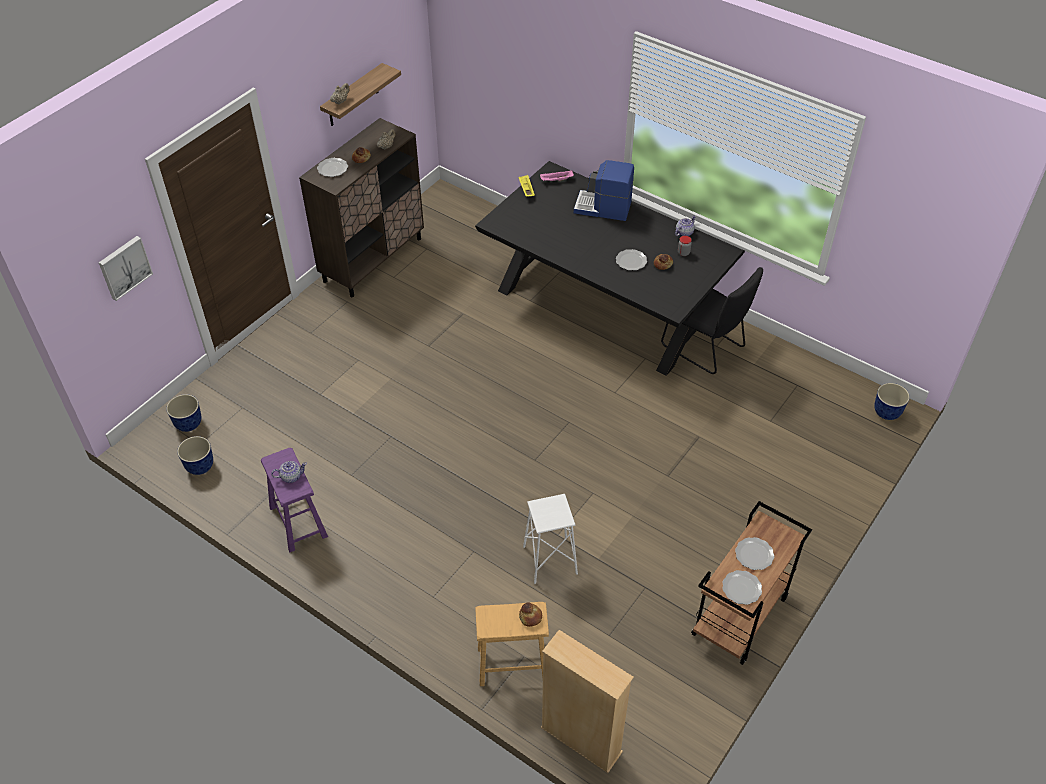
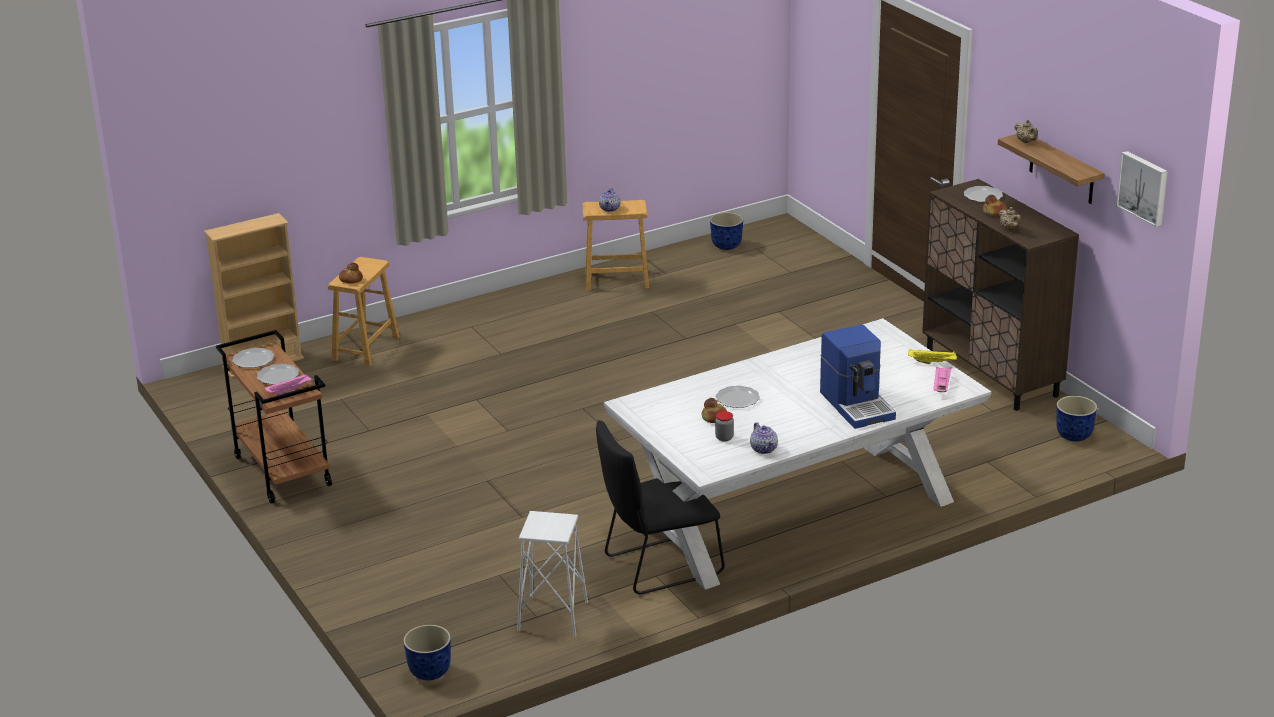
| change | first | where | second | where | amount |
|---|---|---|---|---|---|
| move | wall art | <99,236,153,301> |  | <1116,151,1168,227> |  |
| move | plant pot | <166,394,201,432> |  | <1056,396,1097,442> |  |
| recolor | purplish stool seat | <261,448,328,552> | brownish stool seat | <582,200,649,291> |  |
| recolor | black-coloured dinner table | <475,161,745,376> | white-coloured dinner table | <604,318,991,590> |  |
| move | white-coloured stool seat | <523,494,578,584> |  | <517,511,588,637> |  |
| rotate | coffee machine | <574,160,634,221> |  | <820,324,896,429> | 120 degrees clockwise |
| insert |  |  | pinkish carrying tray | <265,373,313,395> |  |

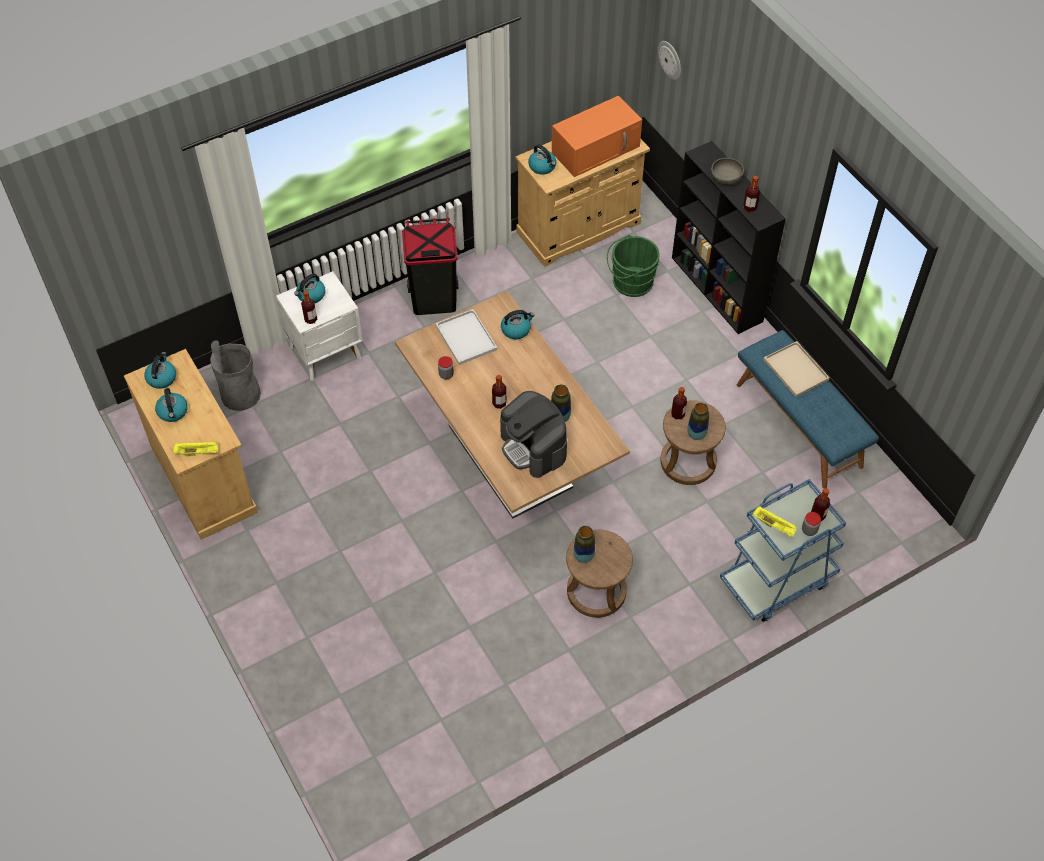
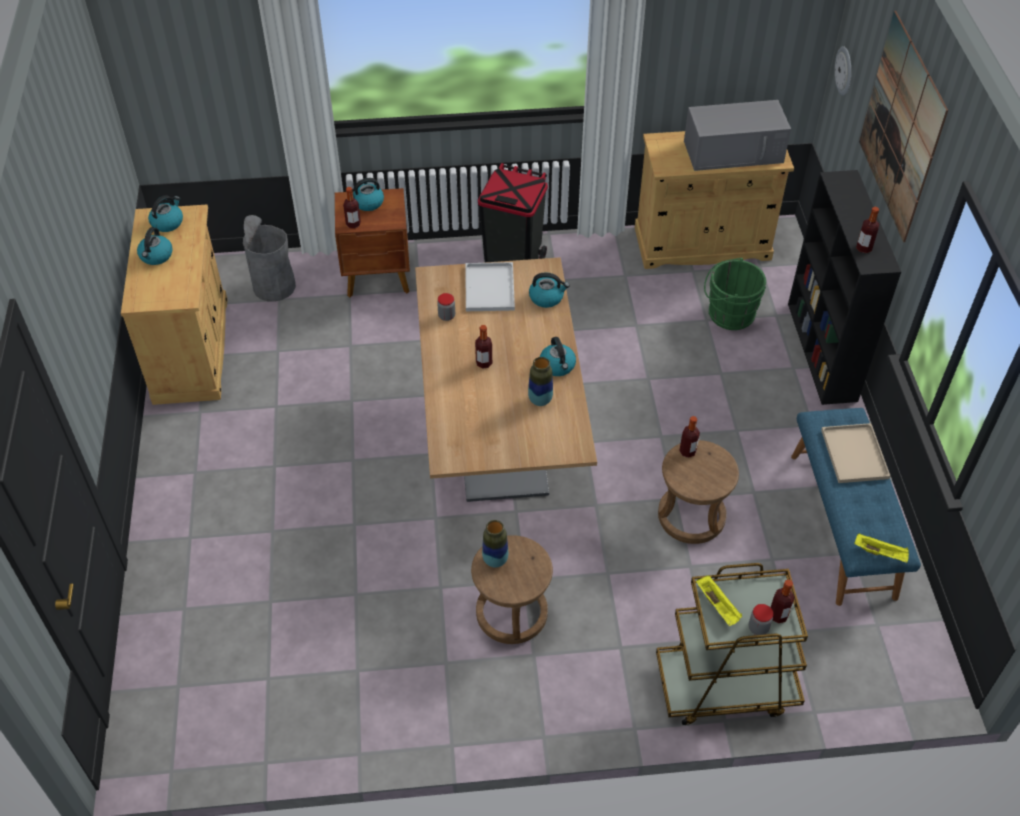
| change | first | where | second | where | amount |
|---|---|---|---|---|---|
| move | yellowish carrying tray | <173,441,218,456> |  | <854,533,909,563> |  |
| recolor | white-coloured nightstand | <276,271,363,381> | brownish nightstand | <335,188,410,297> |  |
| delete | coffee machine | <500,391,567,478> |  |  |  |
| move | kettle | <528,144,556,175> |  | <540,337,576,376> |  |
| recolor | orange-coloured microwave | <552,96,642,177> | greyish microwave | <684,100,791,171> |  |
| delete | decorative vase | <687,403,709,440> |  |  |  |
| delete | greyish serving bowl | <711,158,744,185> |  |  |  |
| recolor | blue-coloured wheeled cart | <720,479,846,622> | brownish wheeled cart | <656,563,808,725> |  |
| insert |  |  | wall art | <859,11,948,242> |  |

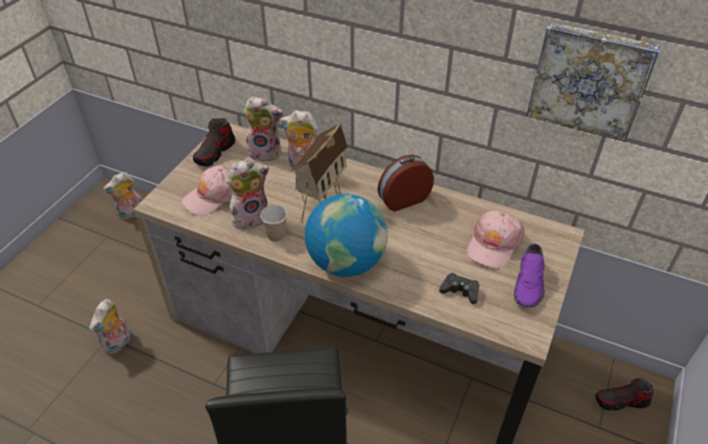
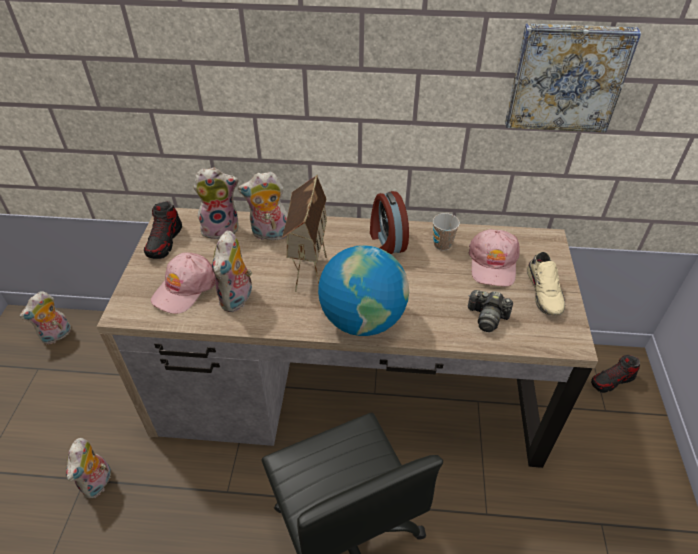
| change | first | where | second | where | amount |
|---|---|---|---|---|---|
| rotate | plush toy | <227,160,269,229> |  | <212,231,254,312> | 150 degrees clockwise |
| move | cup | <260,205,287,242> |  | <433,213,460,251> |  |
| rotate | bedside clock | <377,155,434,211> |  | <370,191,409,254> | 60 degrees counterclockwise |
| replace | black-coloured joypad | <439,273,479,304> | photo camera | <468,290,513,332> |  |
| recolor | purplish low shoe | <514,244,545,308> | beige low shoe | <527,252,565,315> |  |

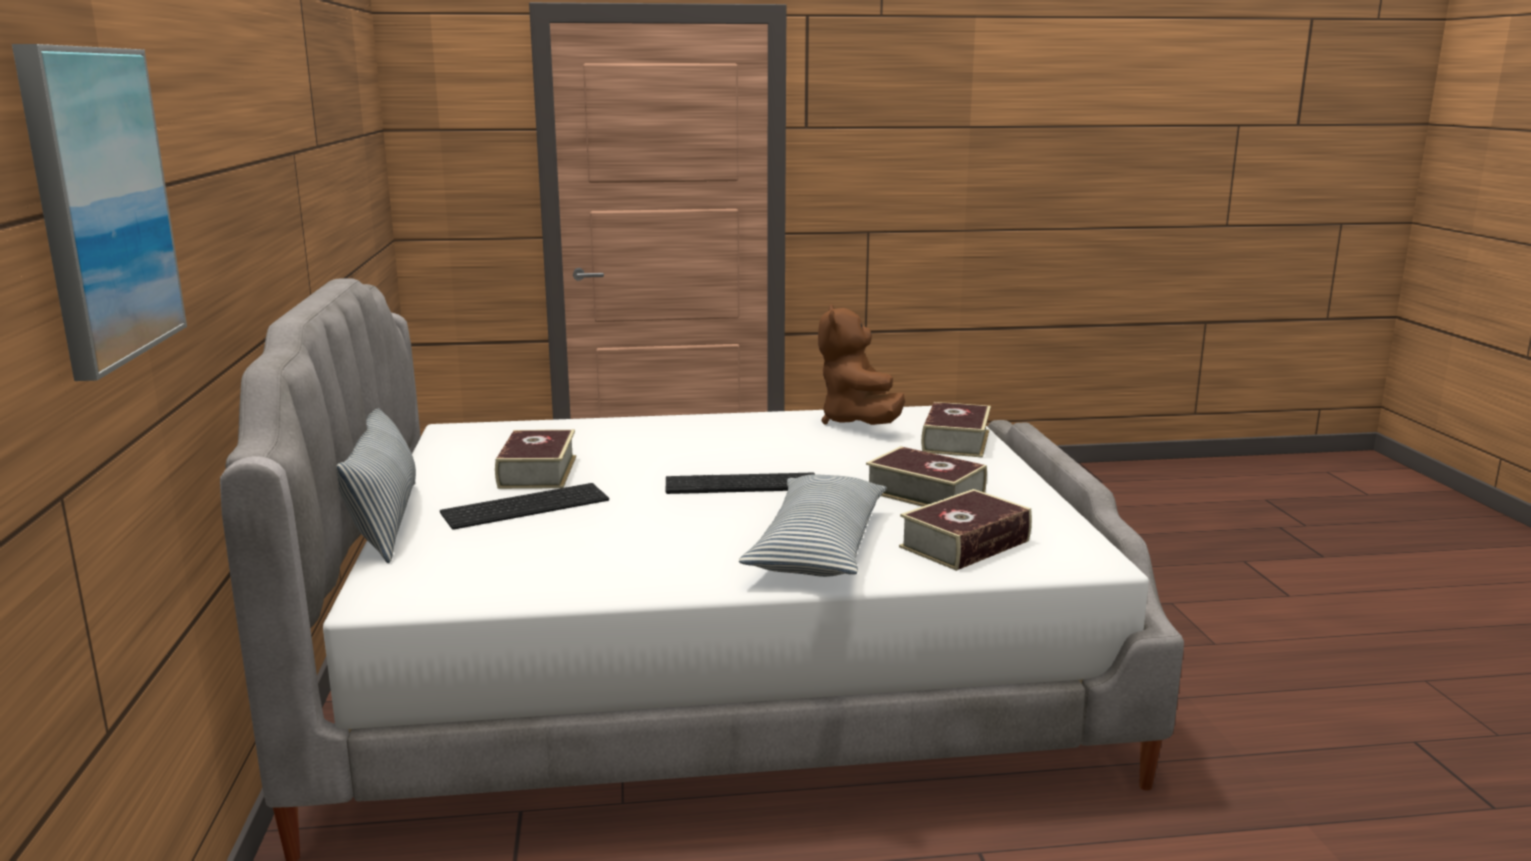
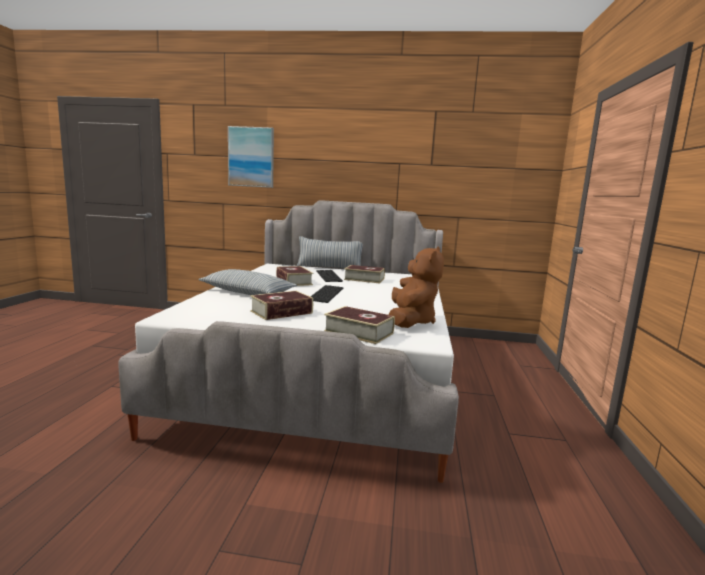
| change | first | where | second | where | amount |
|---|---|---|---|---|---|
| rotate | brownish plush toy | <818,305,905,425> |  | <389,246,444,328> | 90 degrees clockwise |
| move | volume | <899,489,1032,571> |  | <276,266,313,286> |  |

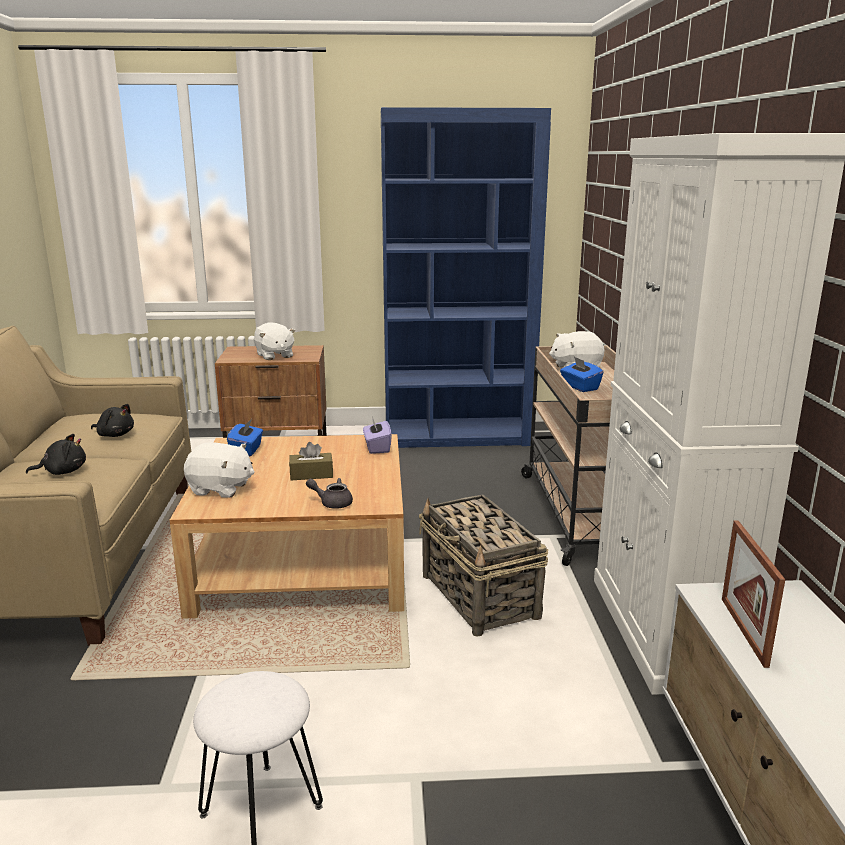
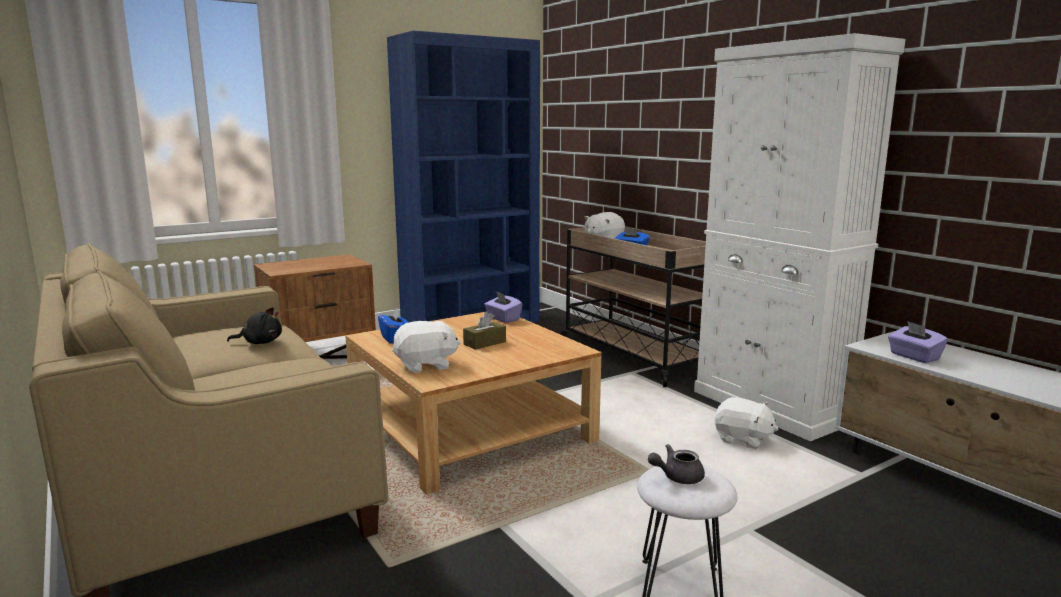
| change | first | where | second | where | amount |
|---|---|---|---|---|---|
| delete | black-coloured plush toy | <26,434,86,475> |  |  |  |
| move | white-coloured plush toy | <254,322,296,360> |  | <715,397,778,449> |  |
| move | greyish teapot | <306,478,353,509> |  | <648,444,705,484> |  |
| delete | basket | <419,495,548,637> |  |  |  |
| replace | standing frame | <722,521,785,668> | purplish tissue box | <888,321,948,363> |  |

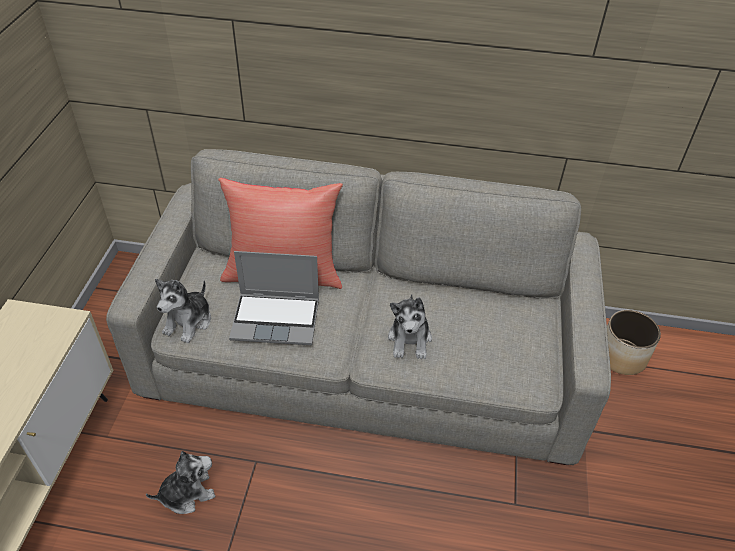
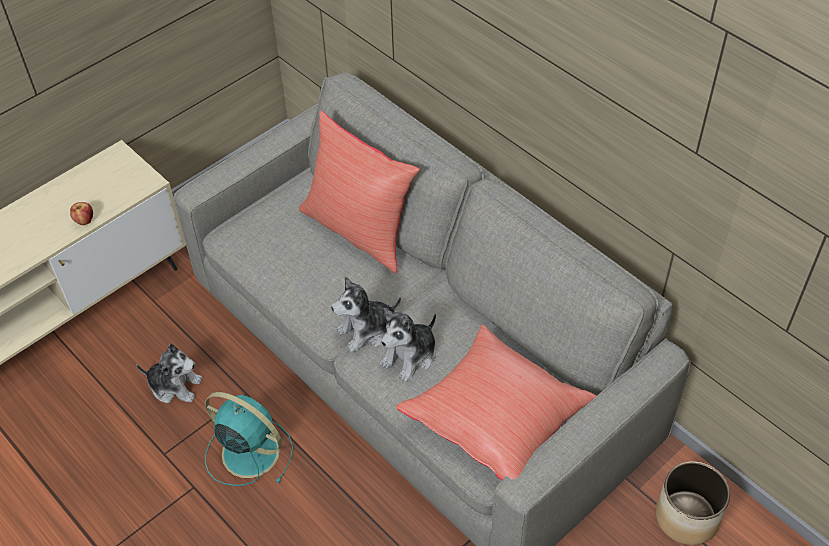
| change | first | where | second | where | amount |
|---|---|---|---|---|---|
| move | plush toy | <155,279,211,343> |  | <331,276,401,352> |  |
| delete | portable computer | <229,251,319,345> |  |  |  |
| insert |  |  | apple | <70,202,93,225> |  |
| insert |  |  | turquoise electric fan | <205,392,293,486> |  |
| insert |  |  | red-coloured throw pillow | <396,325,597,480> |  |

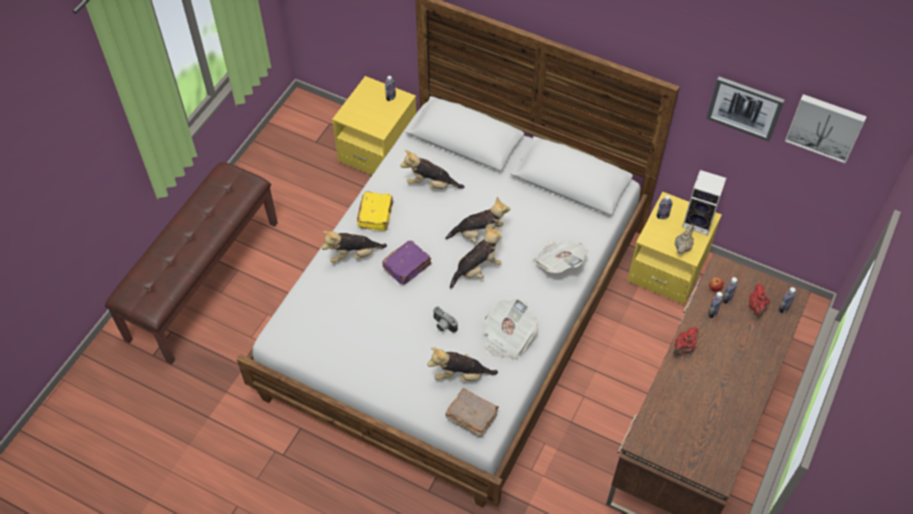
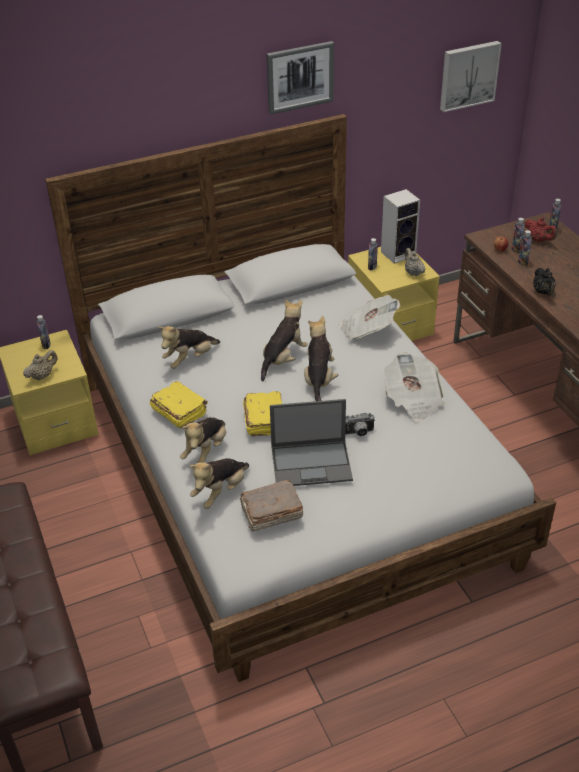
| change | first | where | second | where | amount |
|---|---|---|---|---|---|
| recolor | purplish volume | <382,240,431,285> | yellowish volume | <243,391,282,436> |  |
| move | plush toy | <427,347,498,382> |  | <189,458,249,509> |  |
| move | brownish volume | <445,388,499,437> |  | <240,479,303,532> |  |
| recolor | red-coloured teapot | <673,327,698,356> | black-coloured teapot | <533,268,556,295> |  |
| move | wall art | <706,76,784,141> |  | <267,41,334,115> |  |
| insert |  |  | beige teapot | <23,350,58,381> |  |
| insert |  |  | portable computer | <270,399,353,486> |  |

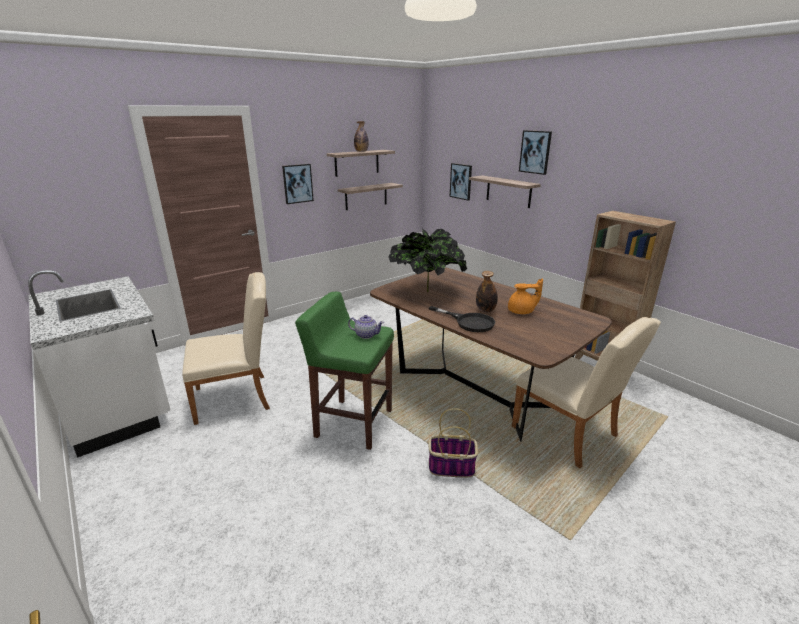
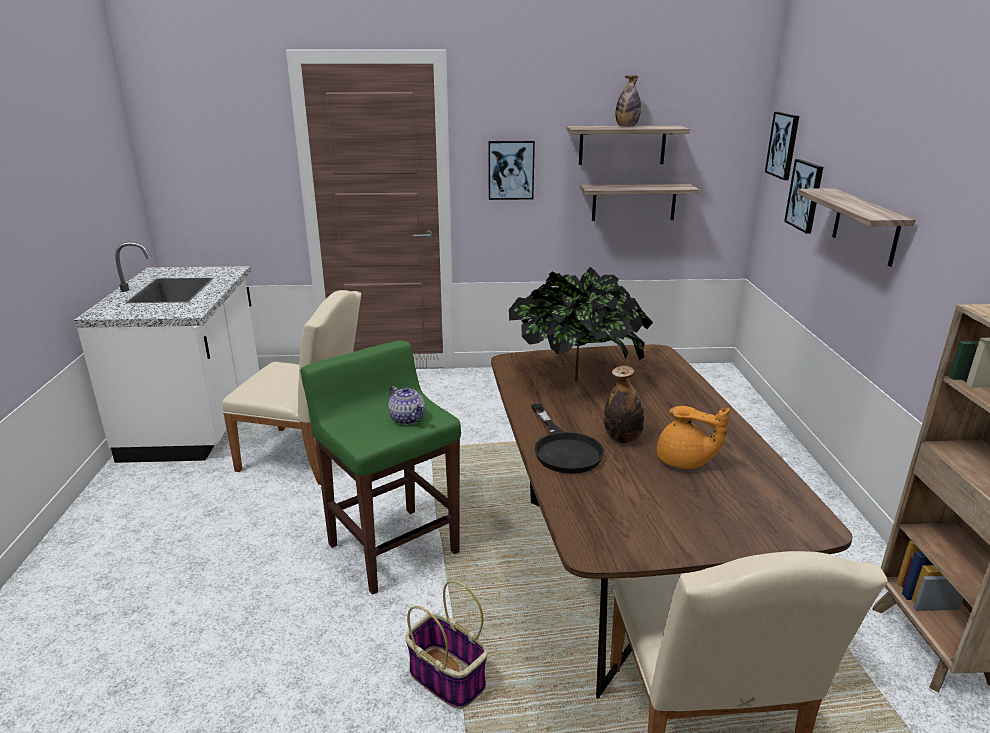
| change | first | where | second | where | amount |
|---|---|---|---|---|---|
| move | wall art | <519,130,552,175> |  | <765,112,799,180> |  |

